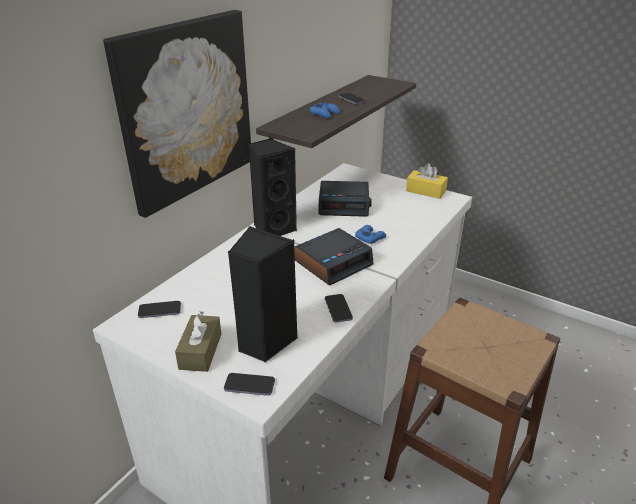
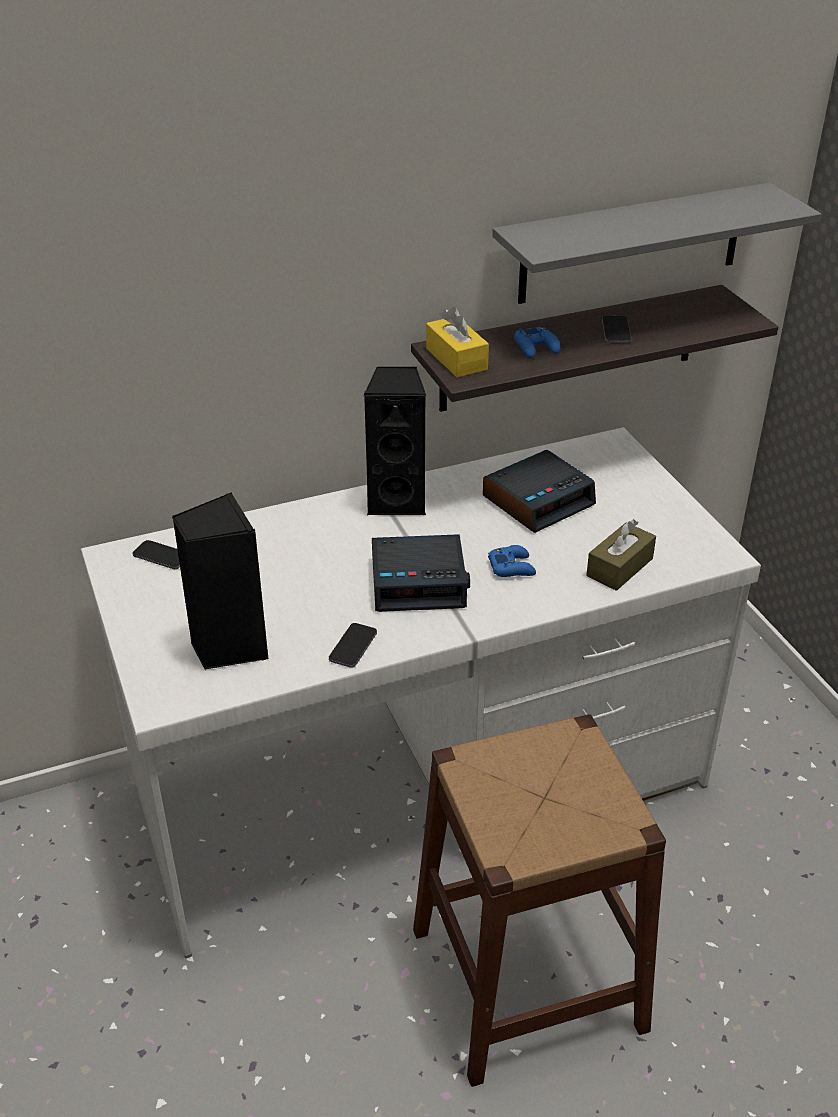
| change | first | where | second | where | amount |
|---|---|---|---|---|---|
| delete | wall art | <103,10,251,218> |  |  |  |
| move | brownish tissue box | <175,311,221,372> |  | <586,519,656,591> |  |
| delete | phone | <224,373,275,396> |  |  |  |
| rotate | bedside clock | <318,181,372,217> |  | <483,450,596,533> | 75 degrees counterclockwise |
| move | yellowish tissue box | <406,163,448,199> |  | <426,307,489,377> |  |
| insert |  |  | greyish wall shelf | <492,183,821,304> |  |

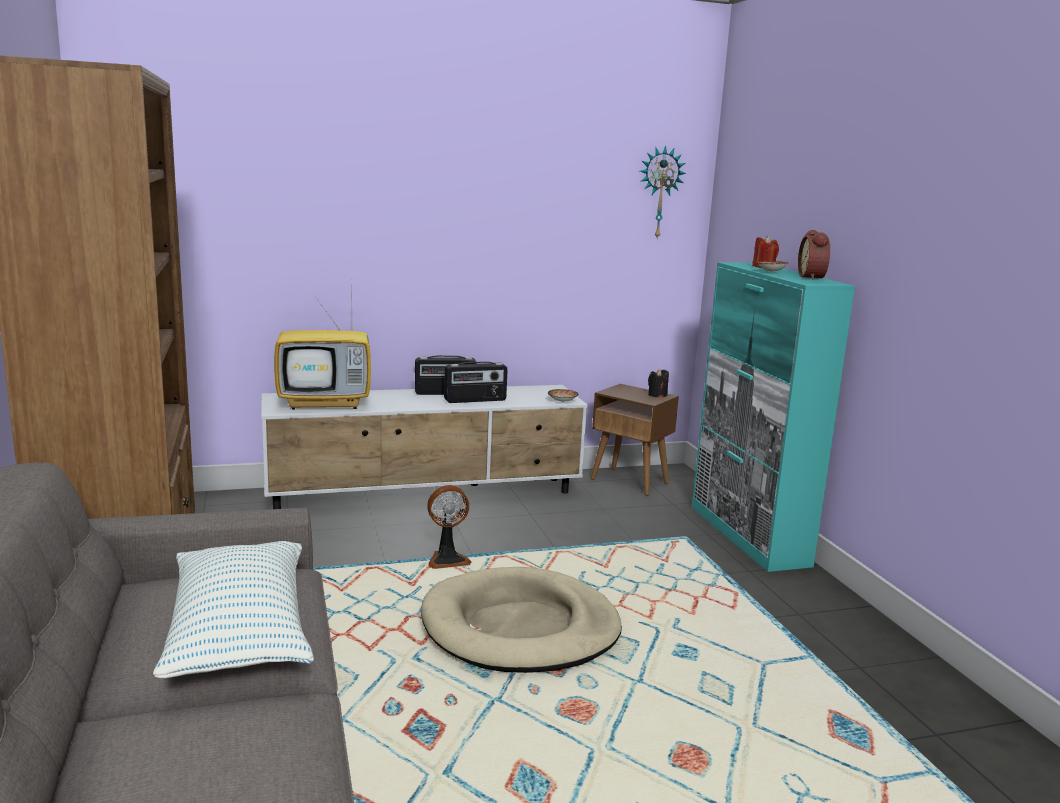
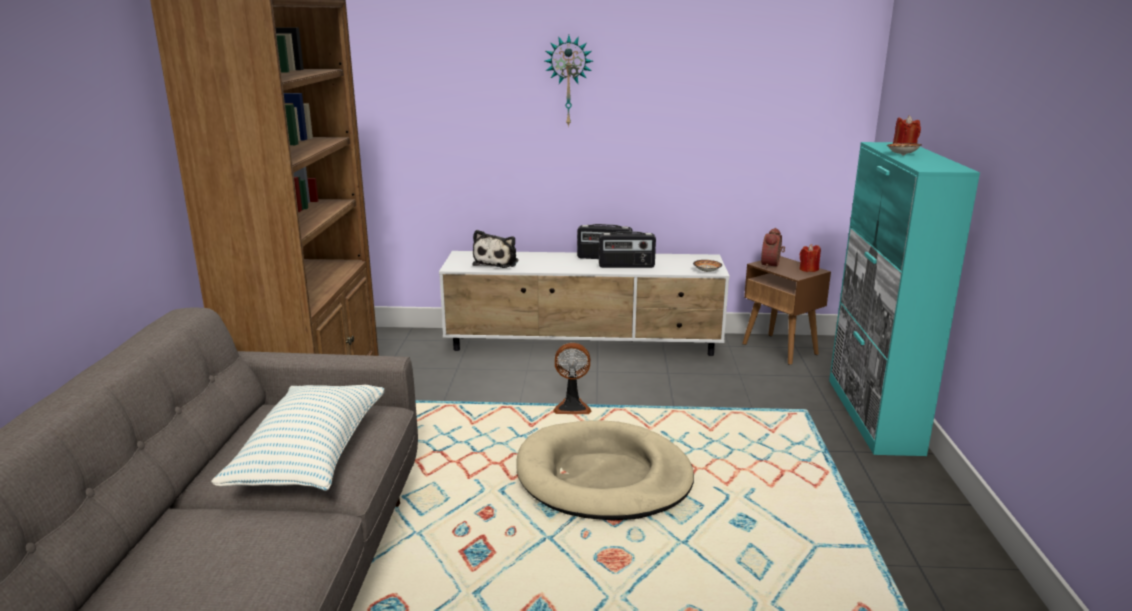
| change | first | where | second | where | amount |
|---|---|---|---|---|---|
| replace | TV | <274,295,371,410> | plush toy | <472,230,518,268> |  |
| move | wall clock | <640,145,686,239> |  | <545,35,593,128> |  |
| recolor | black-coloured candle | <648,368,669,398> | red-coloured candle | <800,244,821,272> |  |
| move | bedside clock | <798,230,830,280> |  | <761,228,785,269> |  |

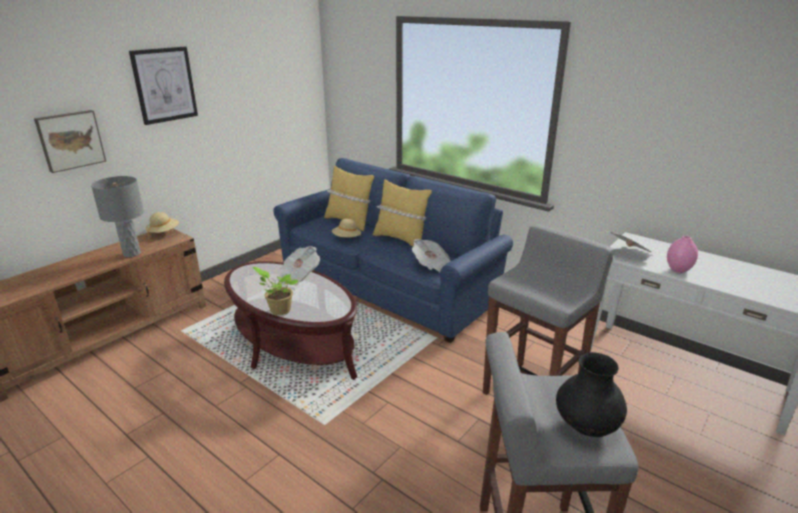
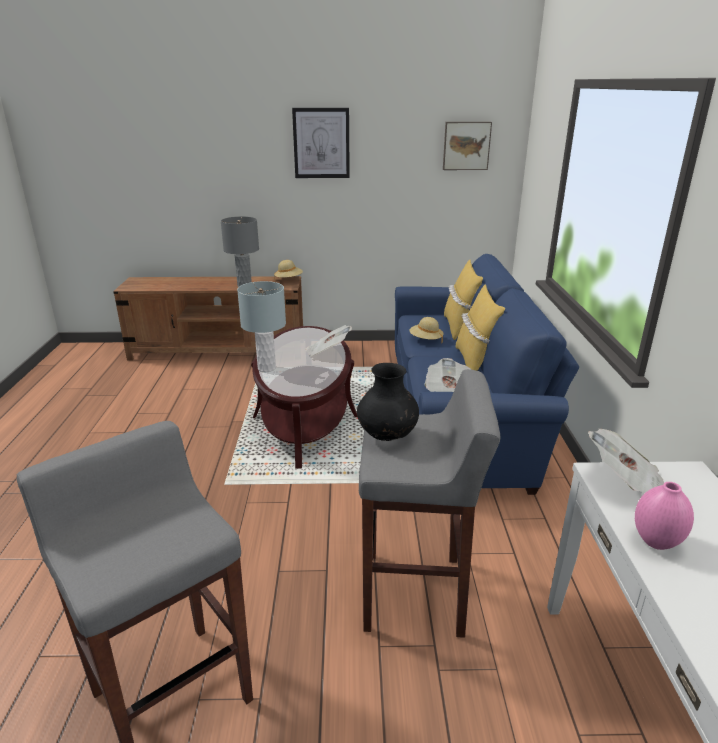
| change | first | where | second | where | amount |
|---|---|---|---|---|---|
| move | wall art | <34,110,106,173> |  | <443,122,492,170> |  |
| replace | potted plant | <253,267,299,315> | greyish lamp for a table | <237,281,286,372> |  |
| move | black-coloured decorative vase | <556,352,627,437> |  | <357,363,419,441> |  |

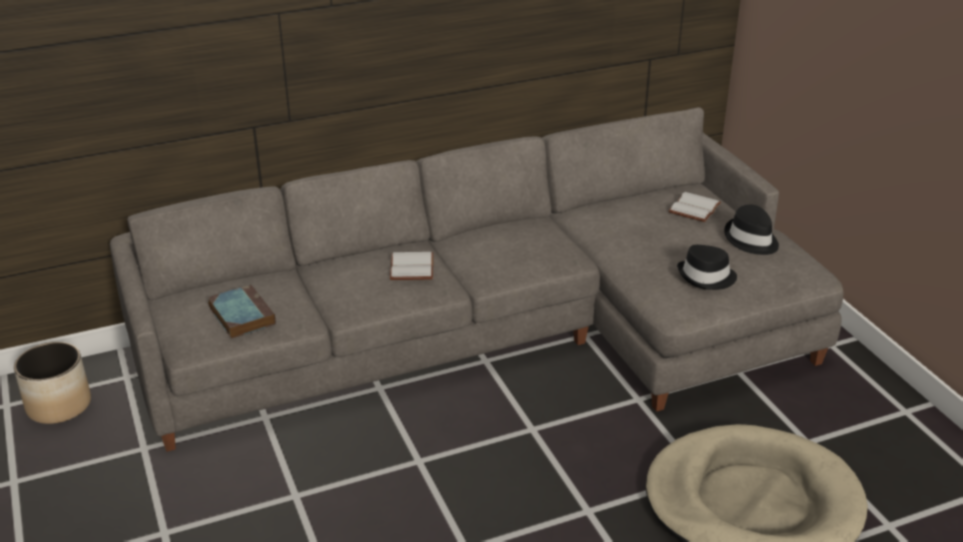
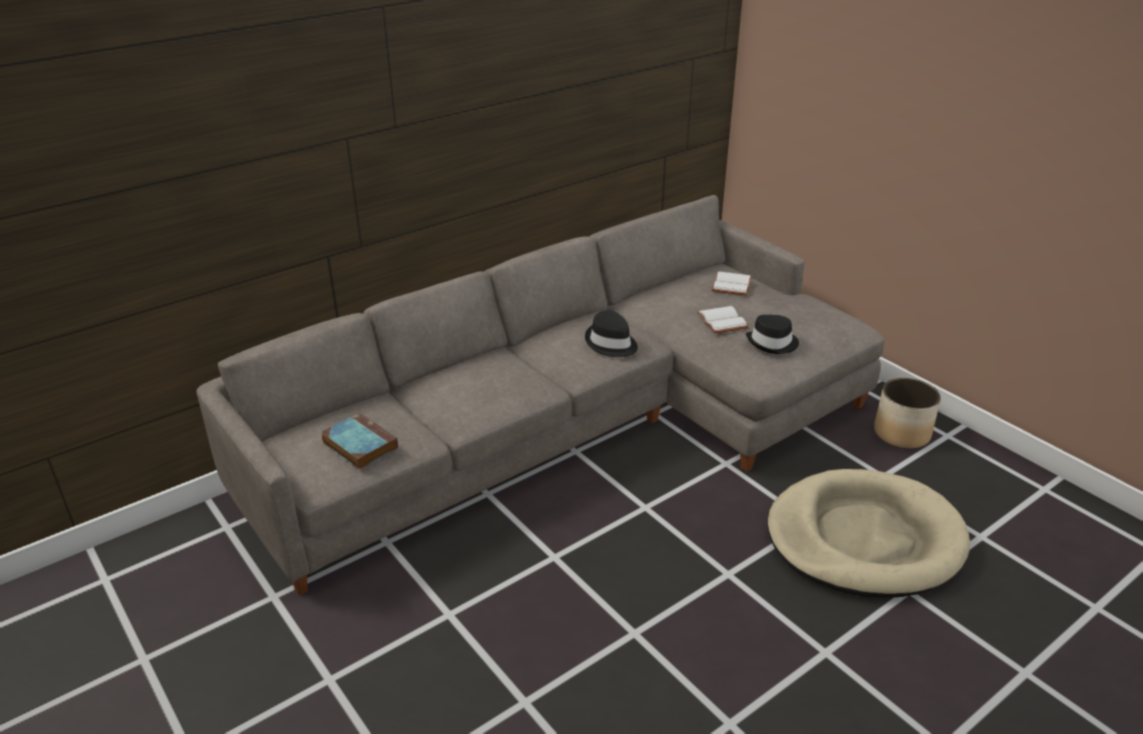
| change | first | where | second | where | amount |
|---|---|---|---|---|---|
| move | plant pot | <14,342,91,424> |  | <874,378,941,449> |  |
| move | white-coloured volume | <390,252,433,280> |  | <697,306,749,333> |  |
| move | black-coloured wearable hat | <724,205,779,255> |  | <585,310,638,357> |  |

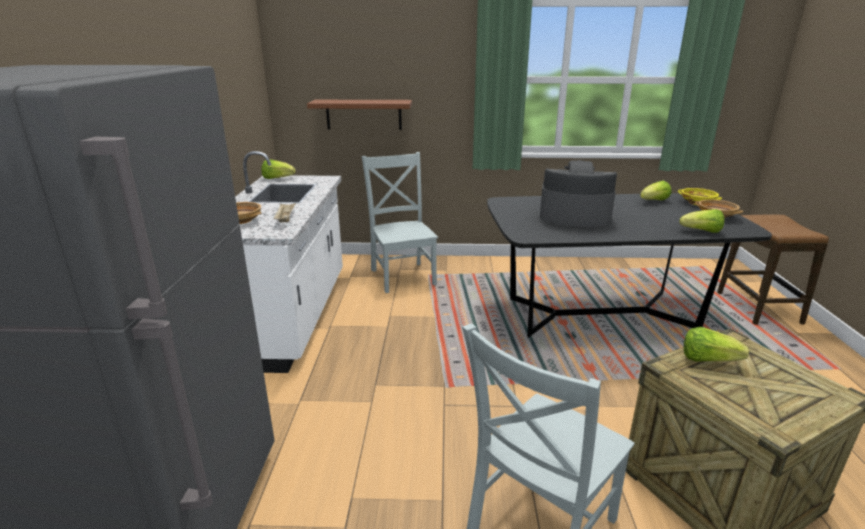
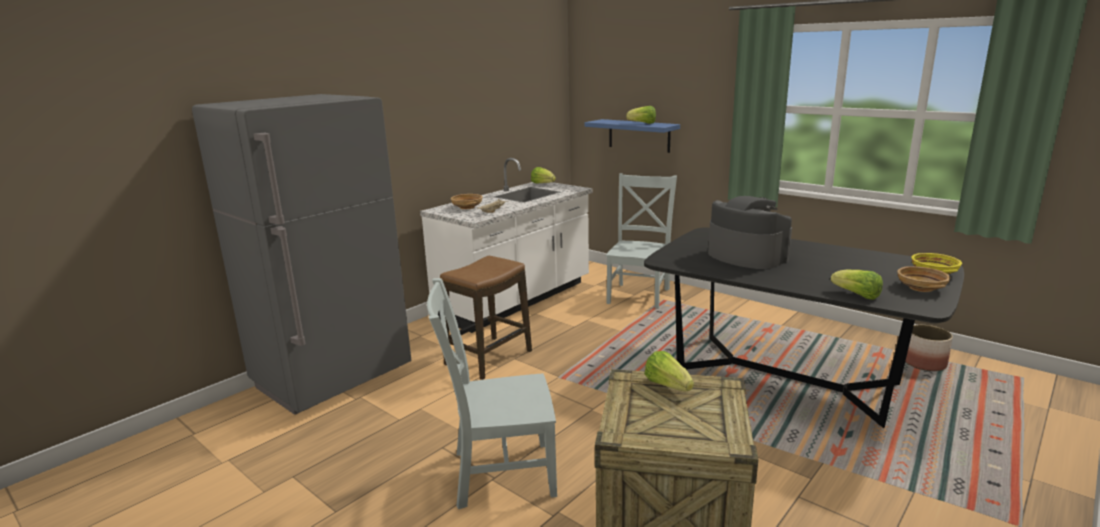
| change | first | where | second | where | amount |
|---|---|---|---|---|---|
| recolor | brownish wall shelf | <307,100,412,130> | blue-coloured wall shelf | <585,119,680,153> |  |
| move | lettuce | <640,181,671,200> |  | <626,106,656,124> |  |
| move | stool seat | <717,215,829,325> |  | <440,255,532,380> |  |
| insert |  |  | plant pot | <905,325,953,371> |  |

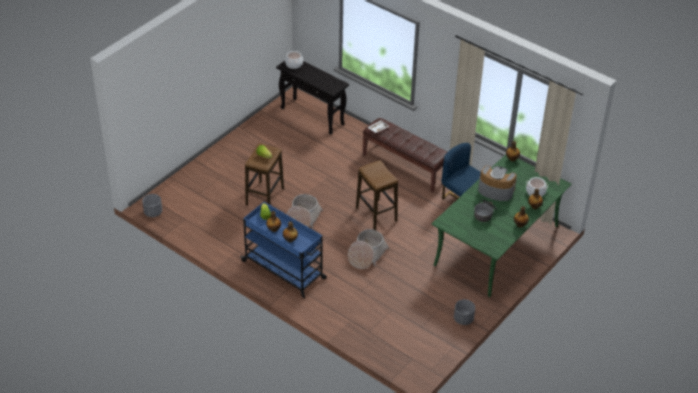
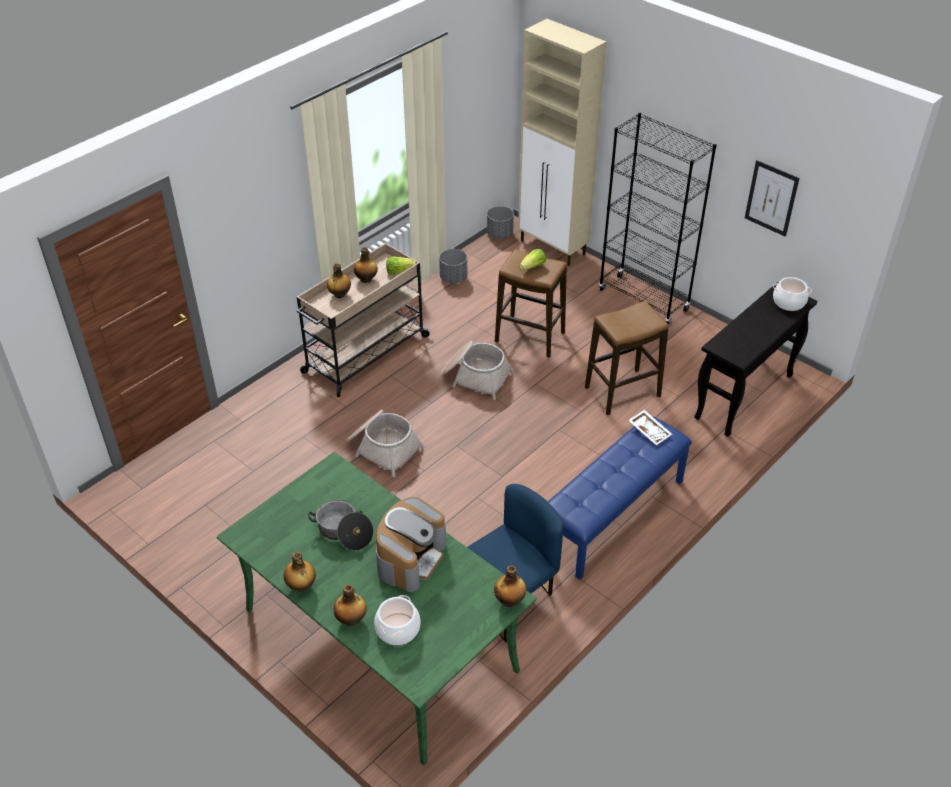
| change | first | where | second | where | amount |
|---|---|---|---|---|---|
| recolor | blue-coloured wheeled cart | <240,202,327,298> | beige wheeled cart | <297,243,431,397> |  |
| move | stool seat | <356,160,398,230> |  | <585,301,668,415> |  |
| recolor | brownish bench | <363,118,447,192> | blue-coloured bench | <548,416,692,580> |  |
| move | greyish plant pot | <454,299,475,325> |  | <439,249,467,283> |  |
| insert |  |  | beige cupboard | <518,19,606,266> |  |
| insert |  |  | black-coloured bookcase | <599,112,717,326> |  |
| insert |  |  | wall art | <745,160,800,237> |  |

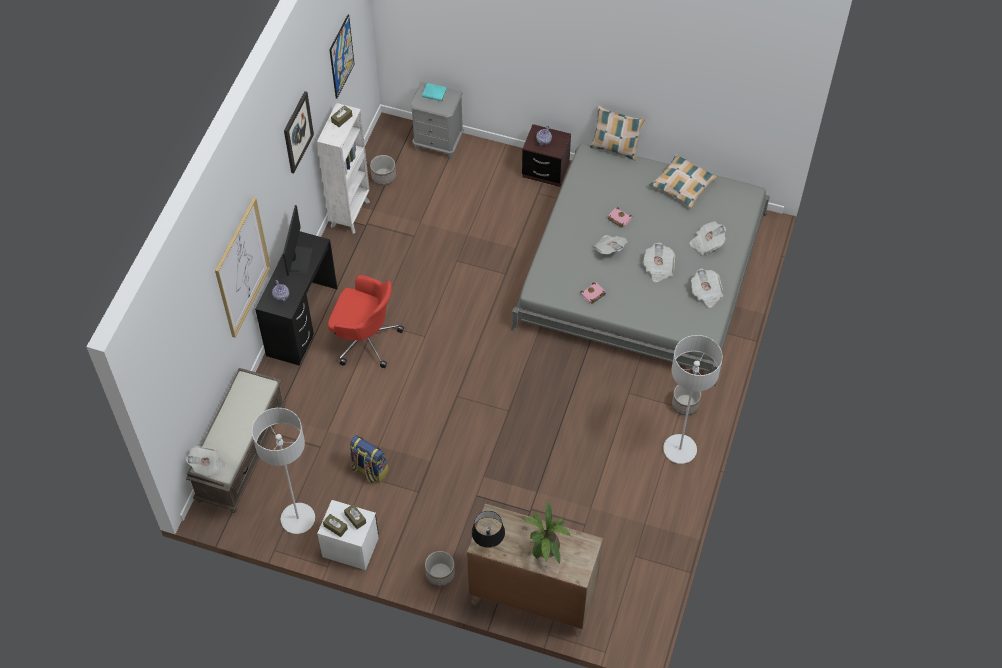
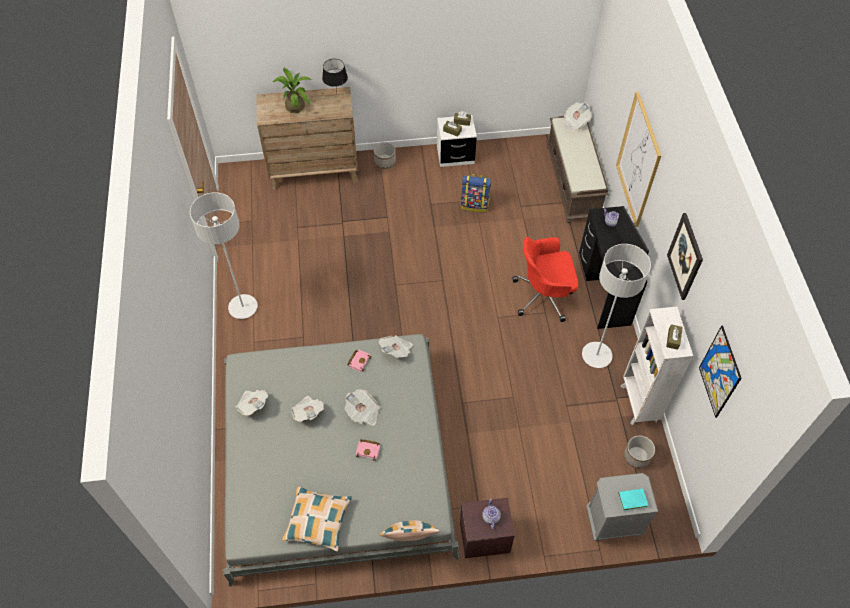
| change | first | where | second | where | amount |
|---|---|---|---|---|---|
| move | greyish standing lamp | <252,408,315,534> |  | <582,244,651,368> |  |
| delete | plant pot | <672,385,701,415> |  |  |  |
| move | printed paper | <690,221,726,255> |  | <379,335,413,358> |  |

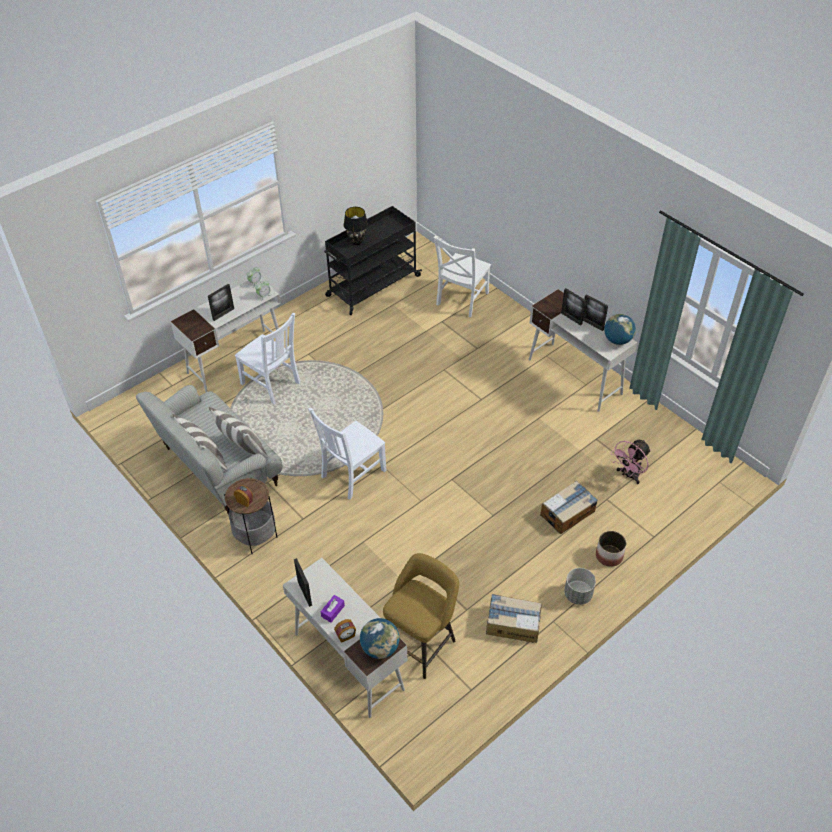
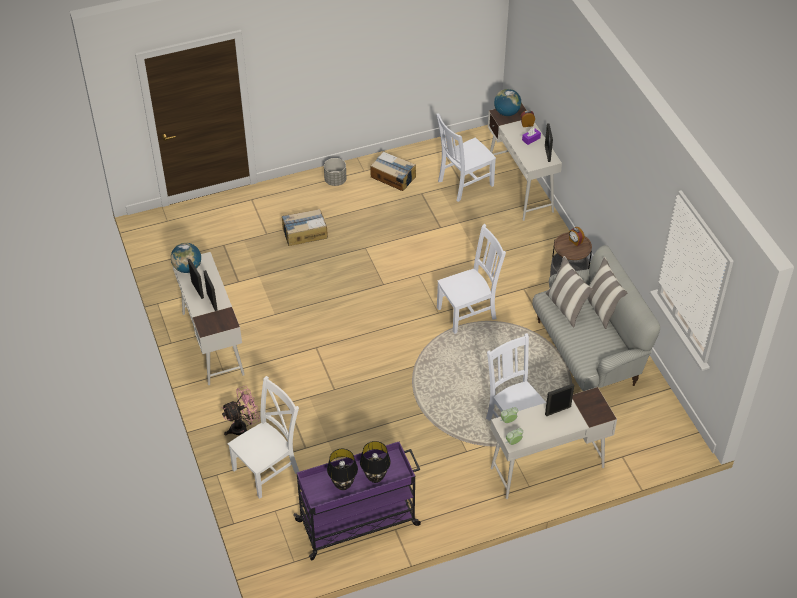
| change | first | where | second | where | amount |
|---|---|---|---|---|---|
| recolor | black-coloured wheeled cart | <324,206,422,315> | purplish wheeled cart | <293,442,421,561> |  |
| replace | yellowish stool seat | <383,553,459,679> | white-coloured upright chair | <436,114,496,202> |  |
| delete | plant pot | <596,531,626,567> |  |  |  |
| move | pinkish electric fan | <612,440,651,484> |  | <222,386,260,435> |  |
| insert |  |  | black-coloured lamp for a table | <327,449,358,490> |  |

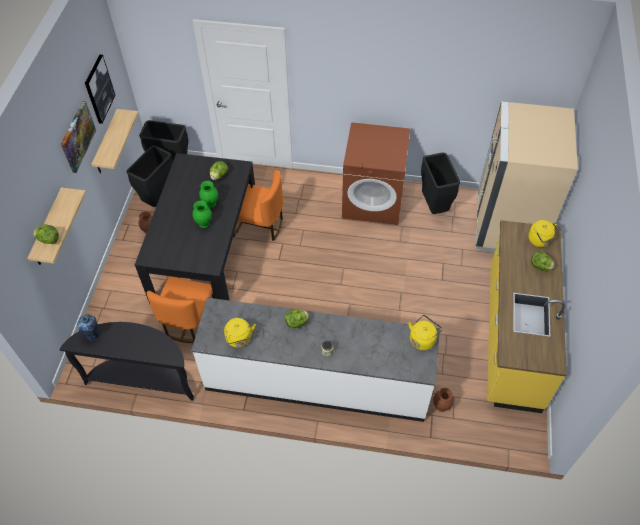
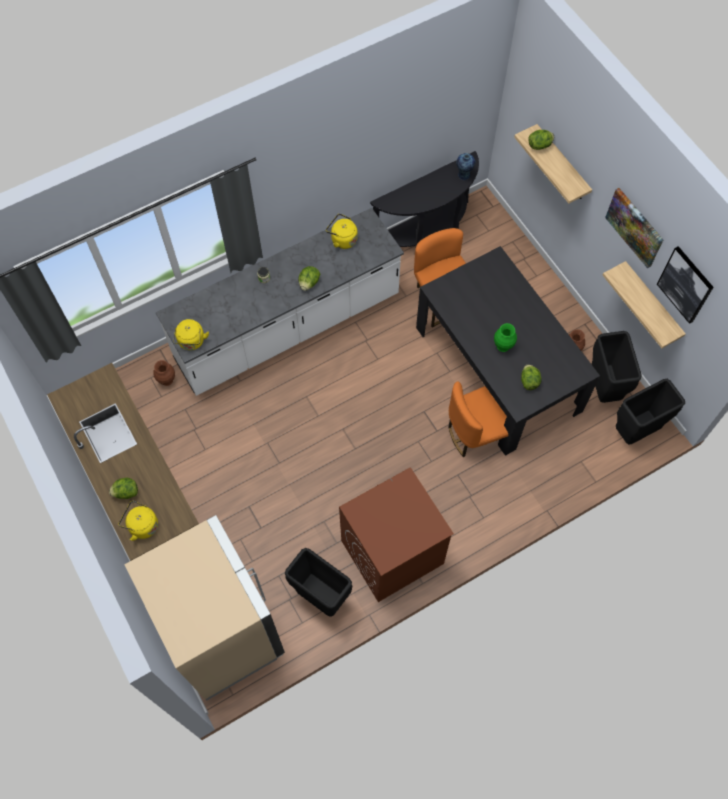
| change | first | where | second | where | amount |
|---|---|---|---|---|---|
| delete | green-coloured decorative vase | <192,201,212,228> |  |  |  |

